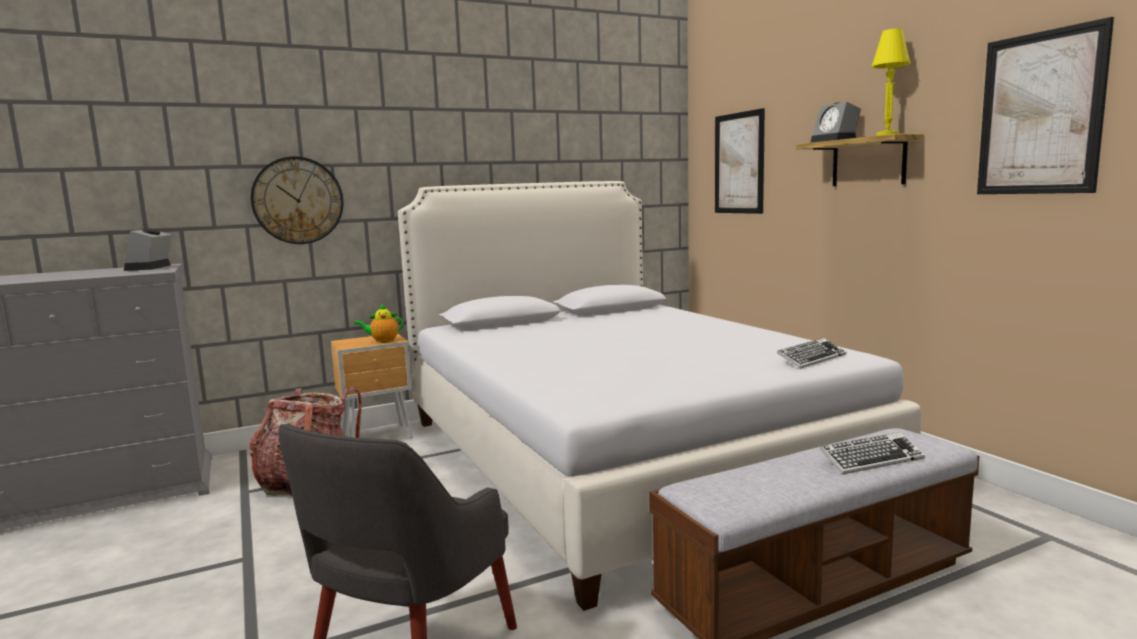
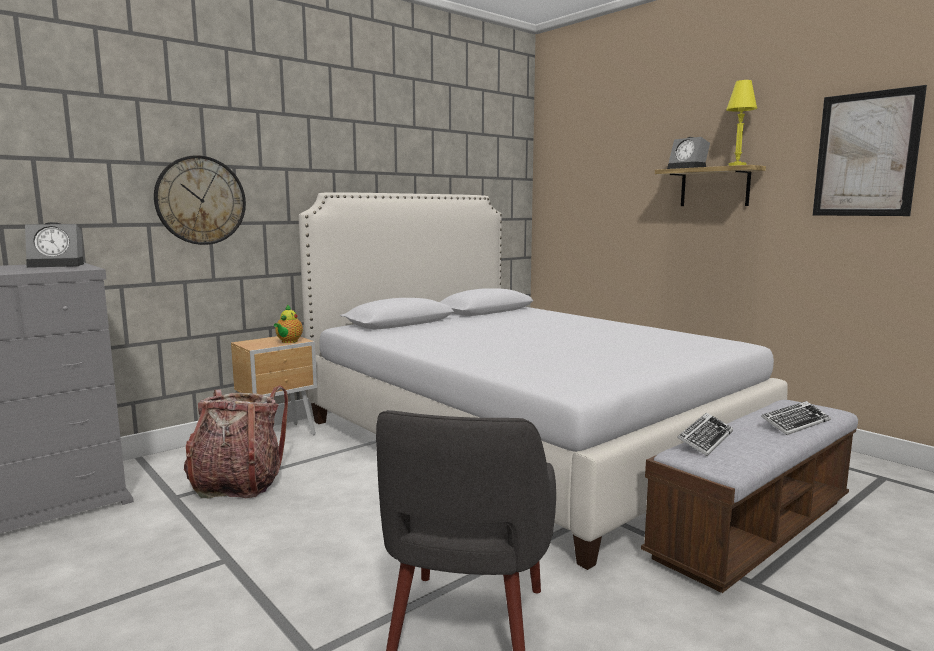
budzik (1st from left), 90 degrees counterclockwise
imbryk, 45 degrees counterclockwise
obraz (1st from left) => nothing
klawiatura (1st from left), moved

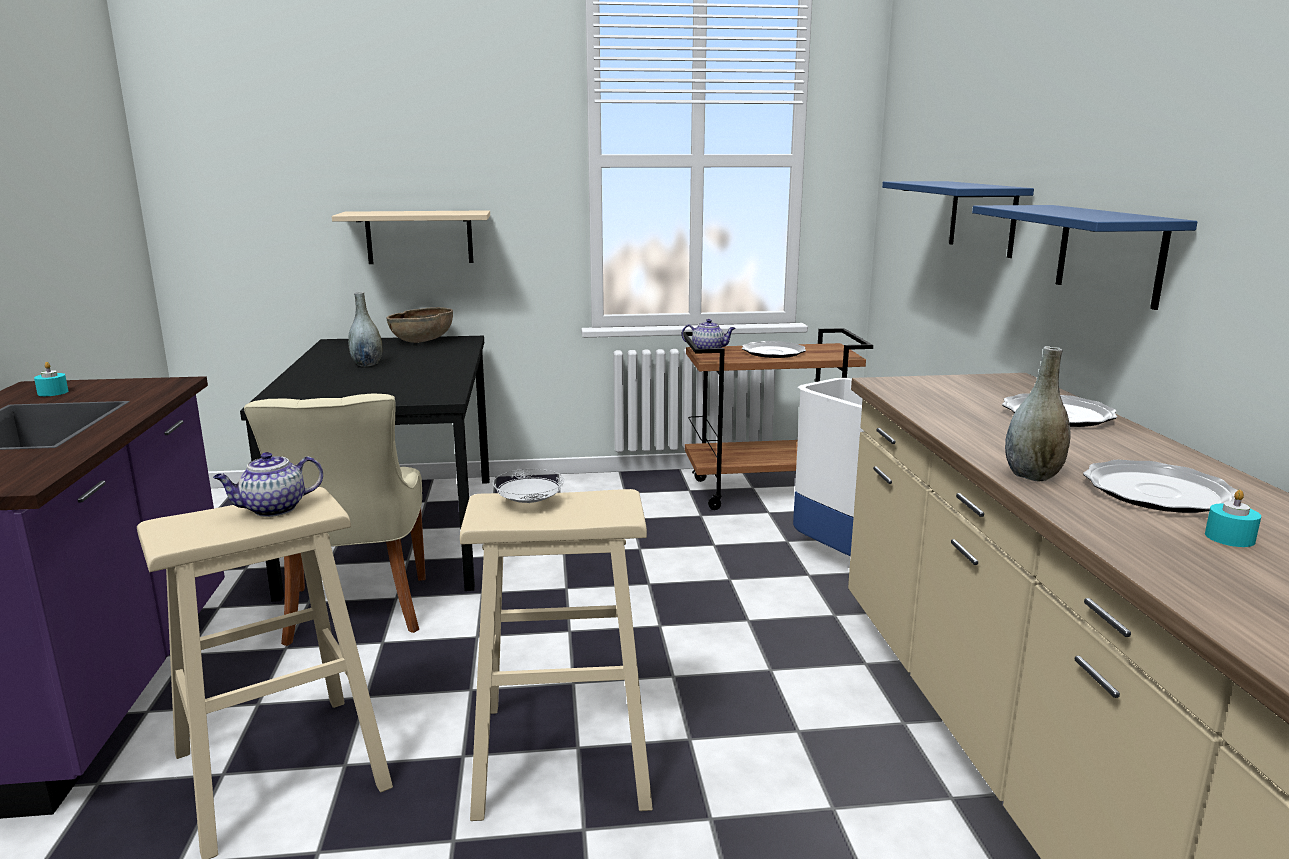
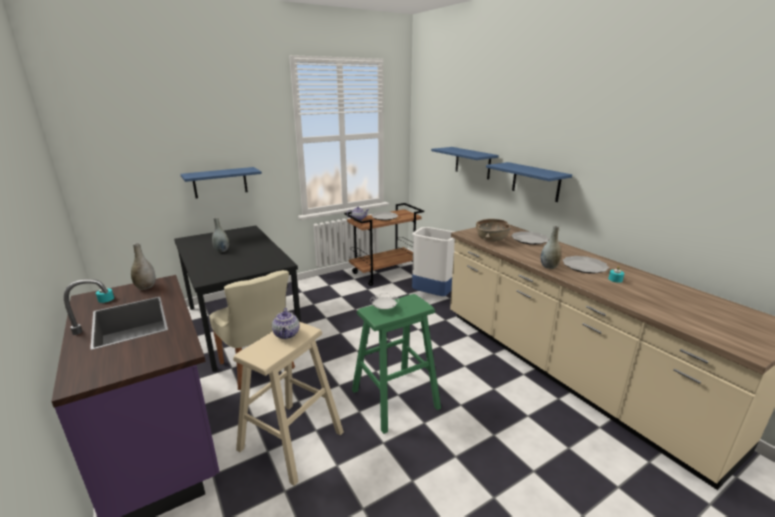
imbryk (1st from left), 45 degrees counterclockwise
półka/beżowy => półka/niebieski (1st from left)
miska/brązowy, moved
stołek/beżowy (2nd from left) => stołek/zielony
nothing => wazon/szary (1st from left)

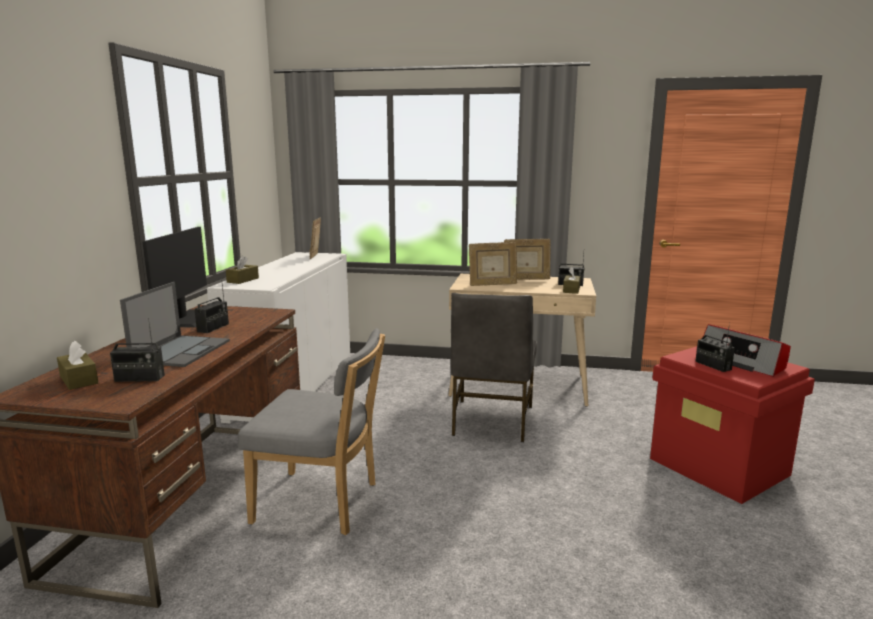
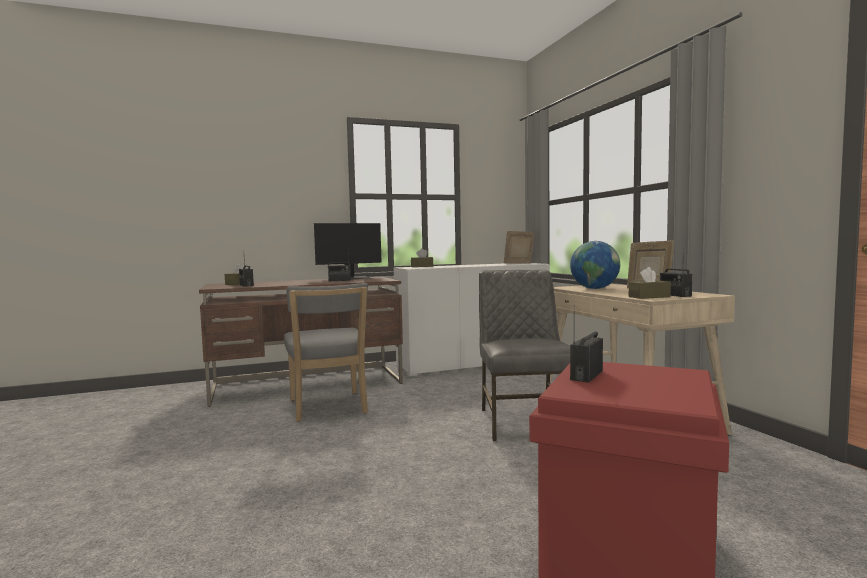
laptop => nothing
krzesło/szary (2nd from left), 105 degrees clockwise
ramka na zdjęcie (2nd from left) => globus
radio (5th from left) => nothing

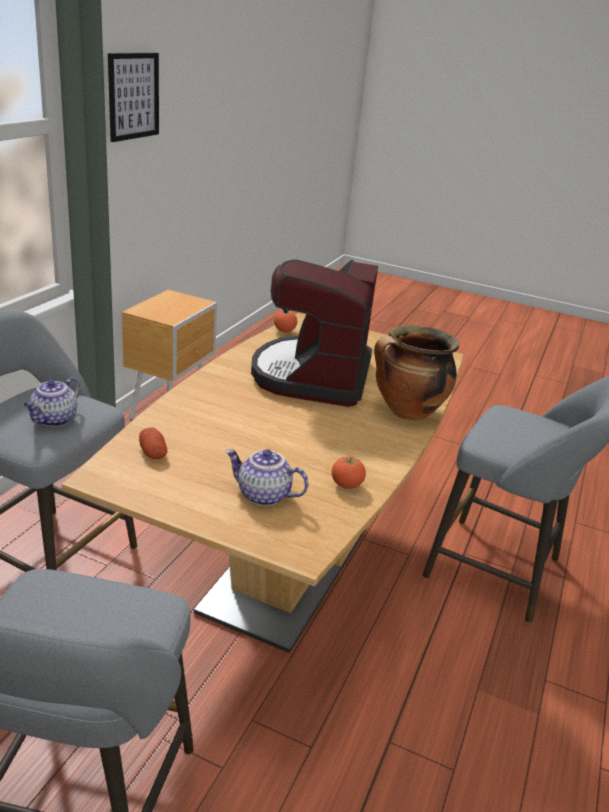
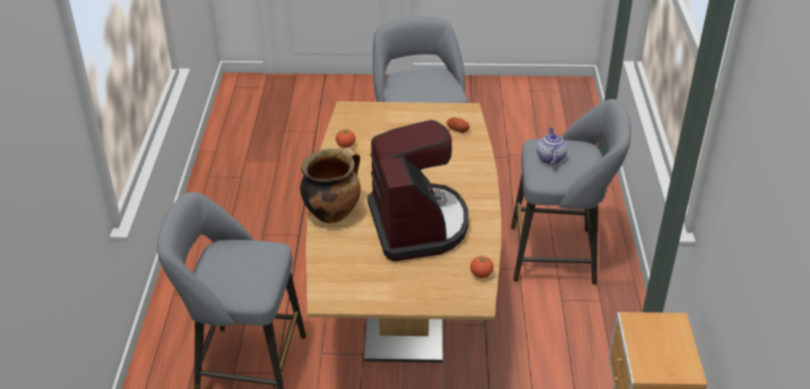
obraz => nothing
imbryk (2nd from left) => nothing

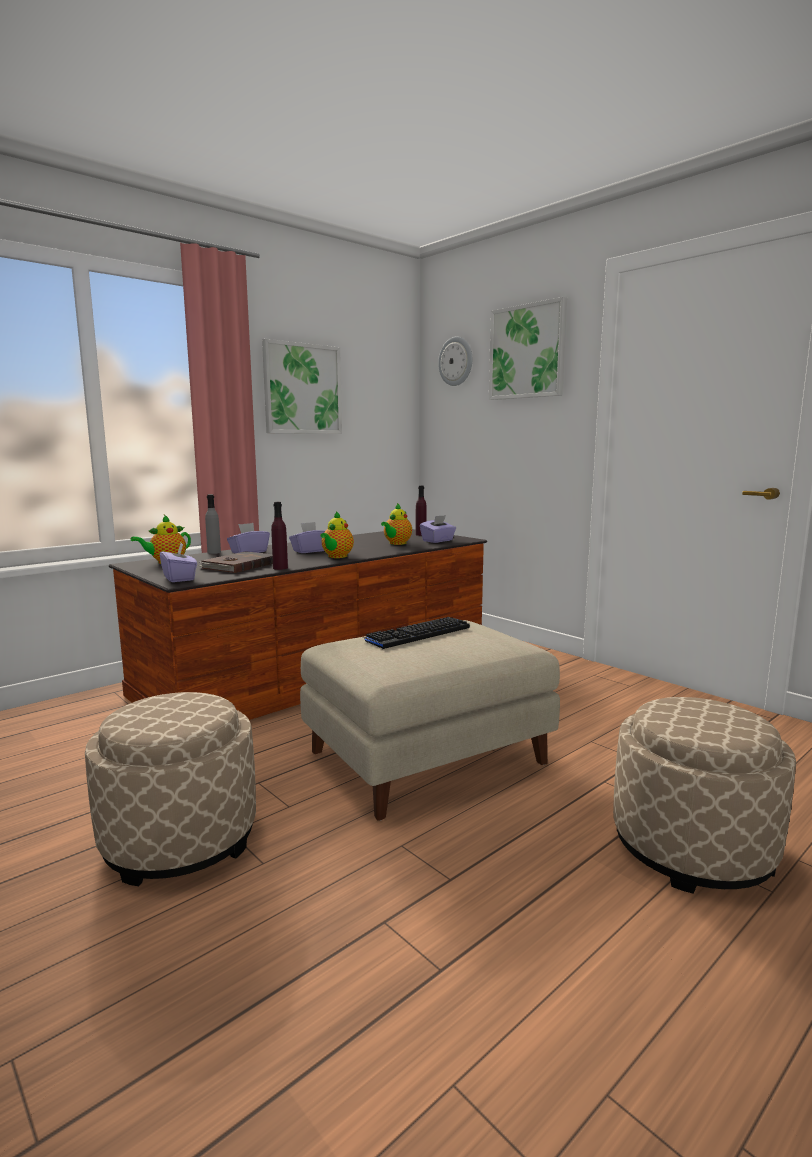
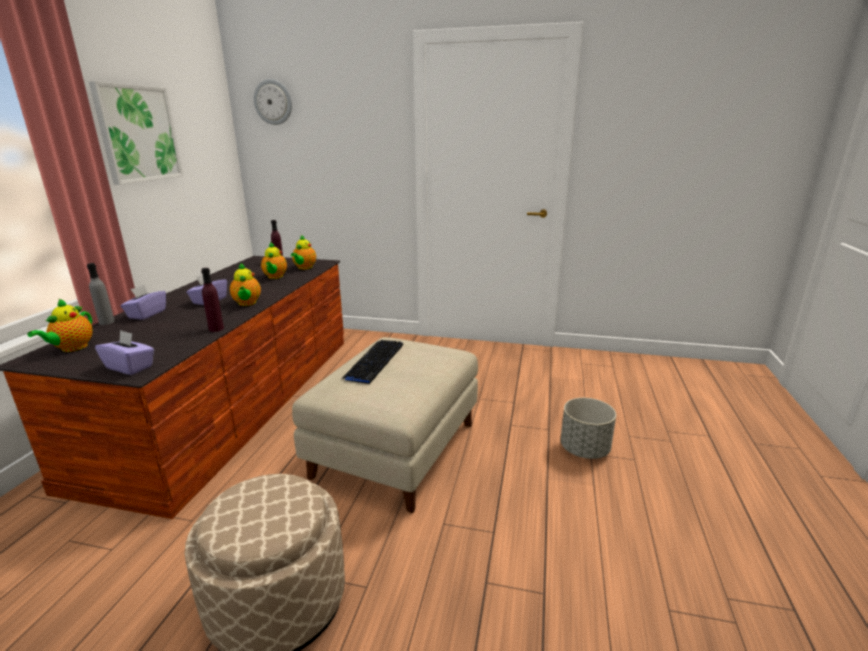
książka/brązowy => nothing
pudełko chusteczek/fioletowy (4th from left) => imbryk (4th from left)
obraz (2nd from left) => nothing
pufa/beżowy (3rd from left) => donica/szary

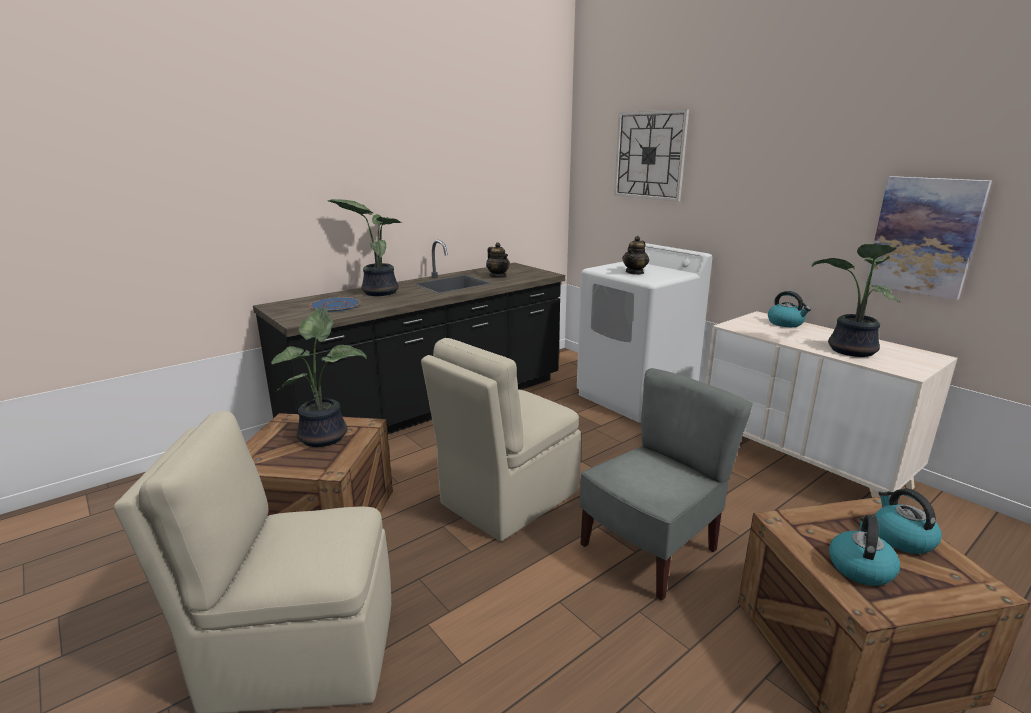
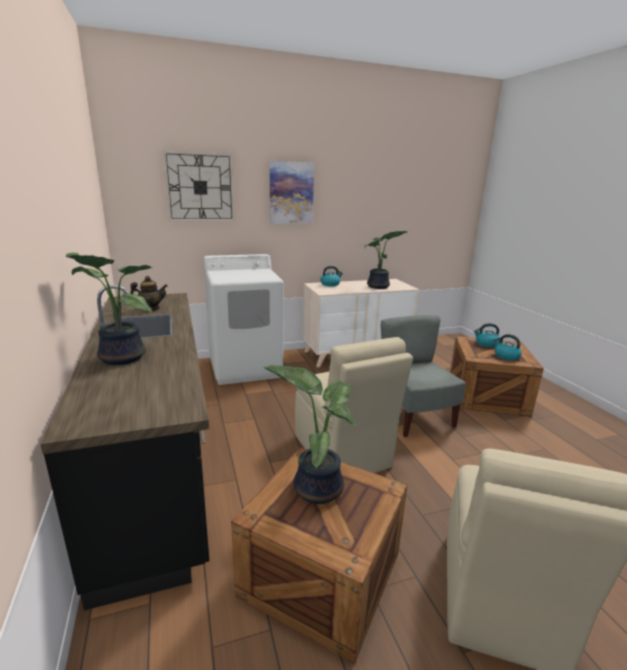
talerz/niebieski => nothing
imbryk (2nd from left) => nothing
obraz, moved

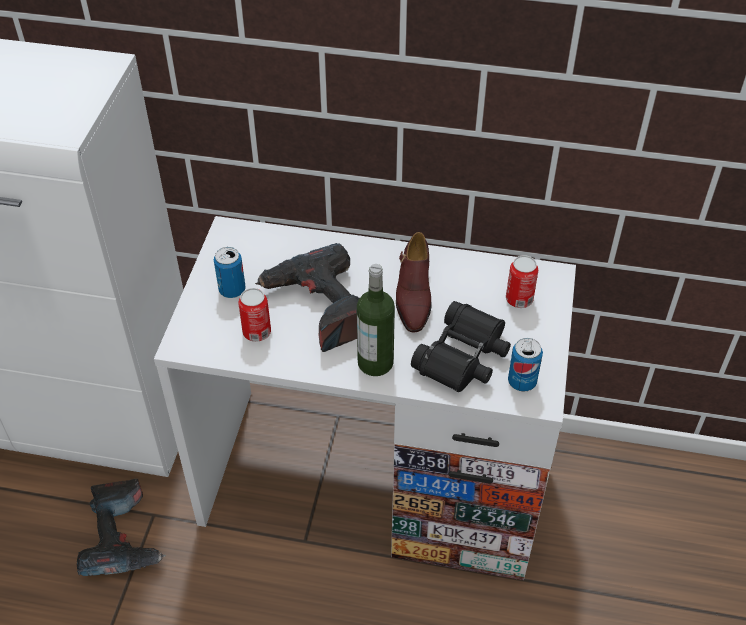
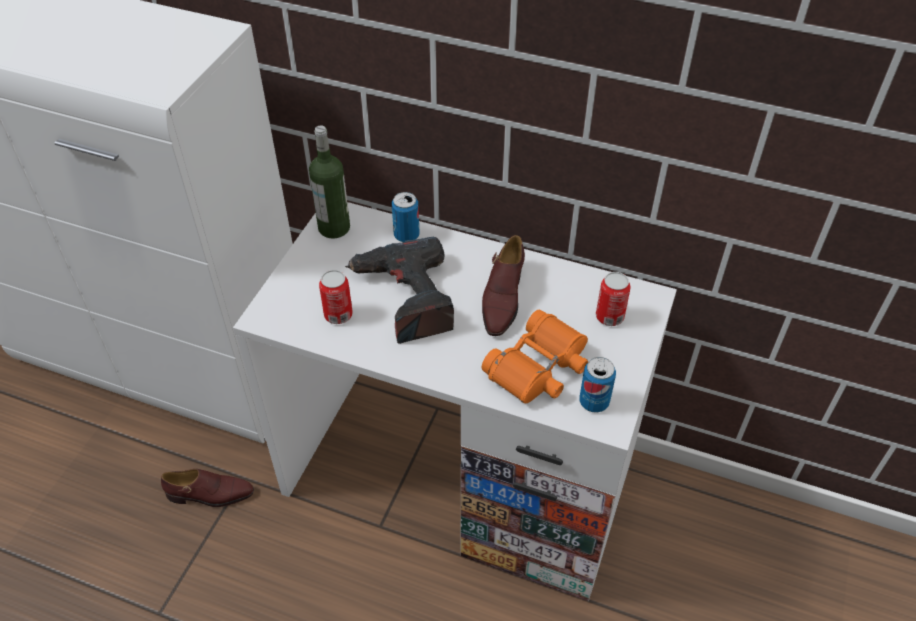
wiertarka (1st from left) => but/brązowy (1st from left)
puszka (1st from left in the first image) => puszka (2nd from left), moved
butelka, moved
lornetka/czarny => lornetka/pomarańczowy

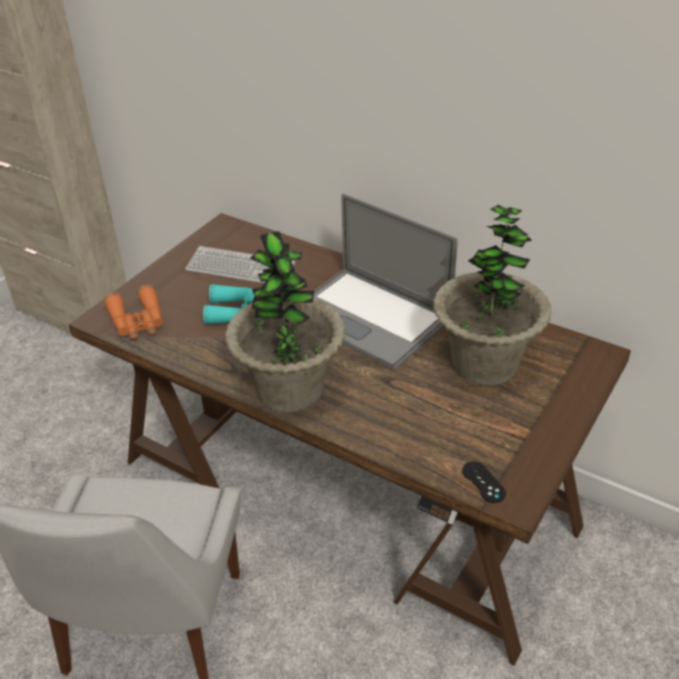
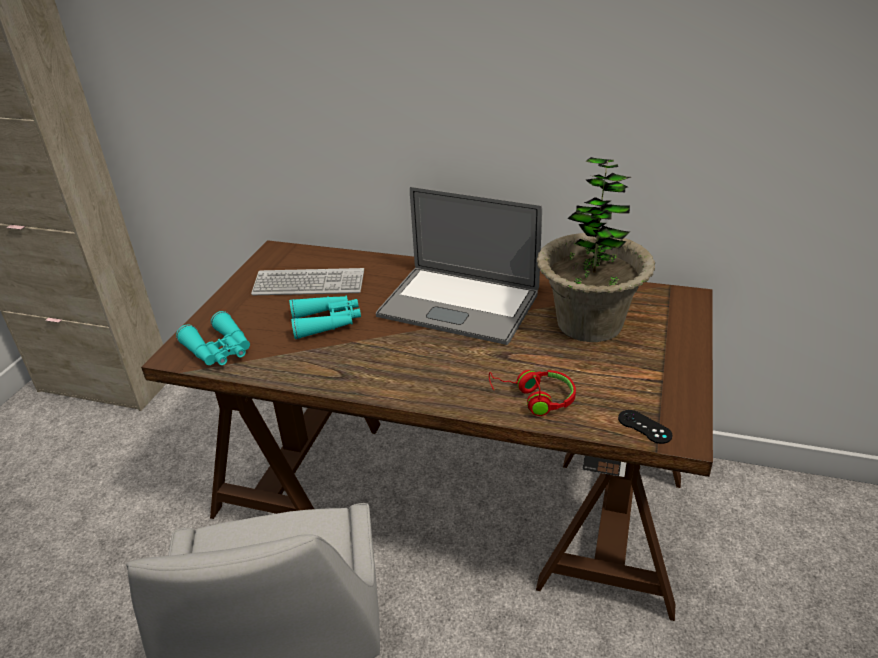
lornetka/pomarańczowy => lornetka/turkusowy (1st from left)
roślina doniczkowa (1st from left) => nothing
nothing => słuchawki/czerwony

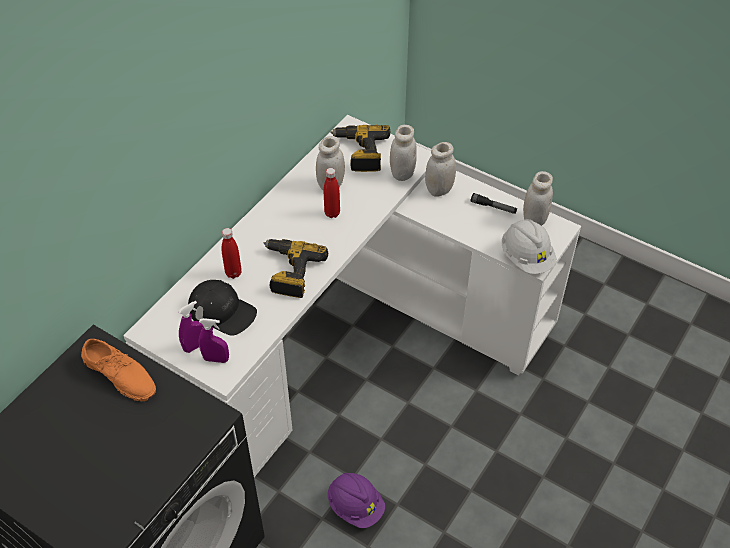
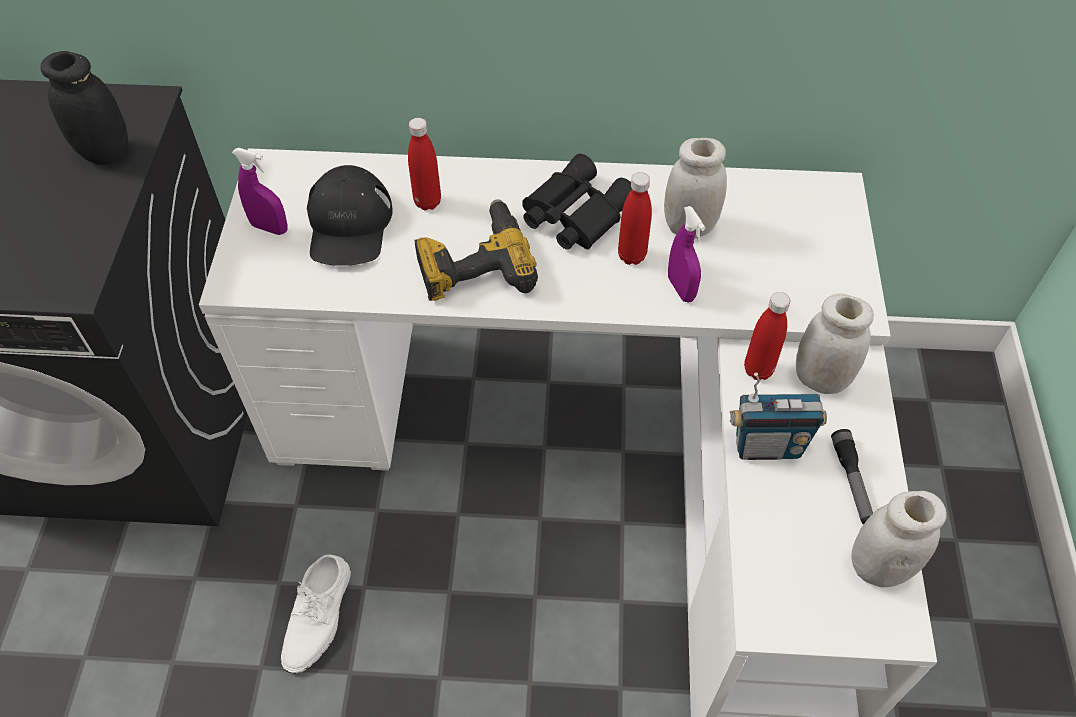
but/pomarańczowy => słoik/czarny
spryskiwacz/fioletowy (2nd from left), moved
kask/fioletowy => but/biały
wiertarka (2nd from left) => nothing
słoik/biały (2nd from left) => nothing
kask/biały => nothing
nothing => lornetka/czarny
nothing => radio
nothing => butelka/czerwony (3rd from left)

